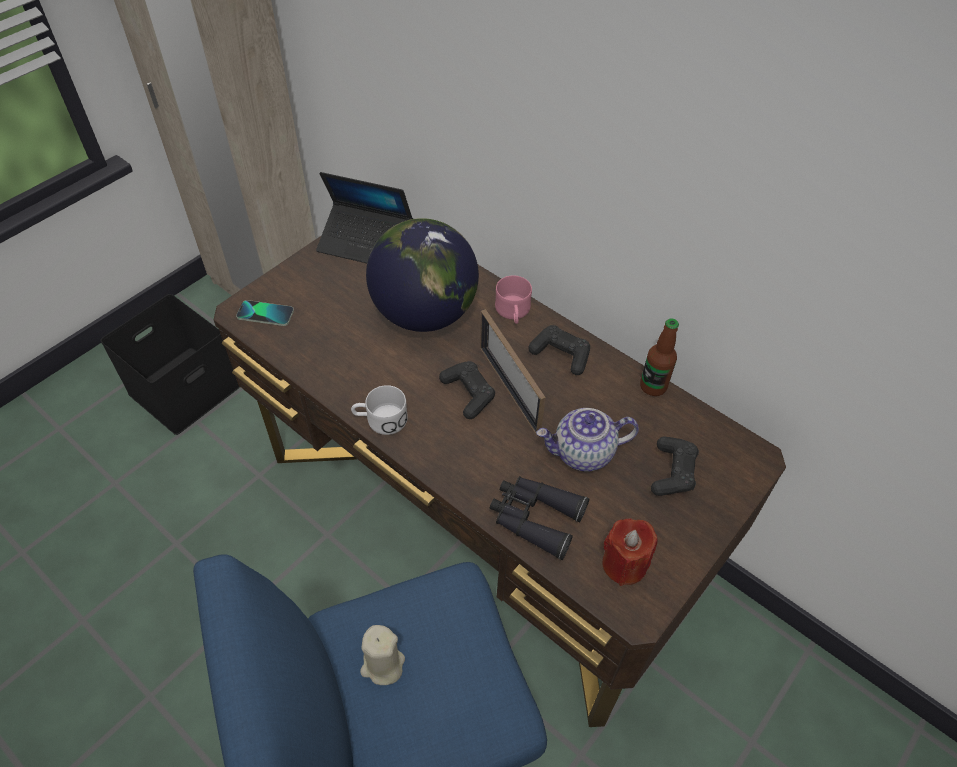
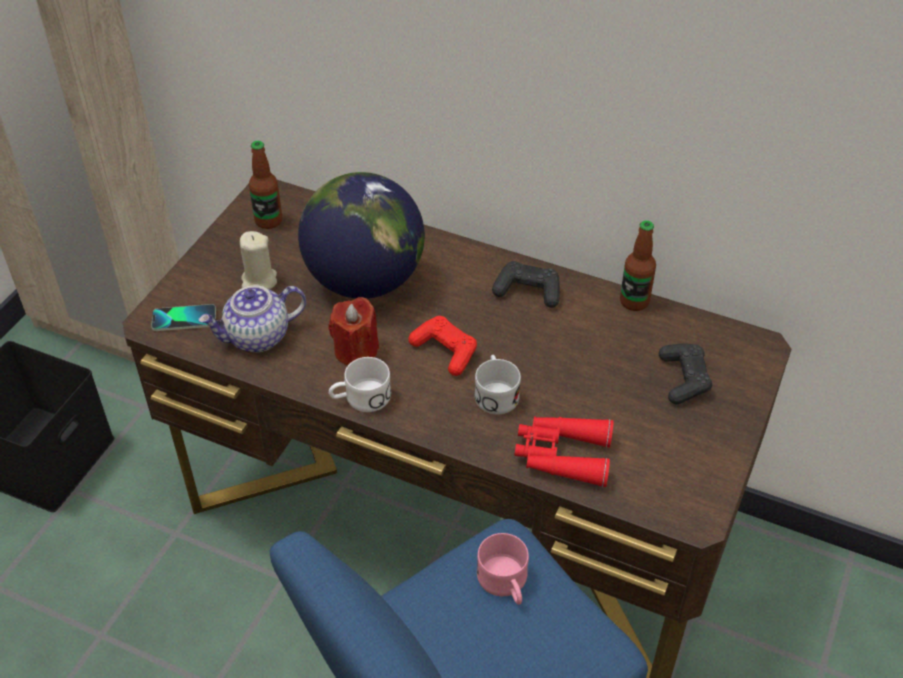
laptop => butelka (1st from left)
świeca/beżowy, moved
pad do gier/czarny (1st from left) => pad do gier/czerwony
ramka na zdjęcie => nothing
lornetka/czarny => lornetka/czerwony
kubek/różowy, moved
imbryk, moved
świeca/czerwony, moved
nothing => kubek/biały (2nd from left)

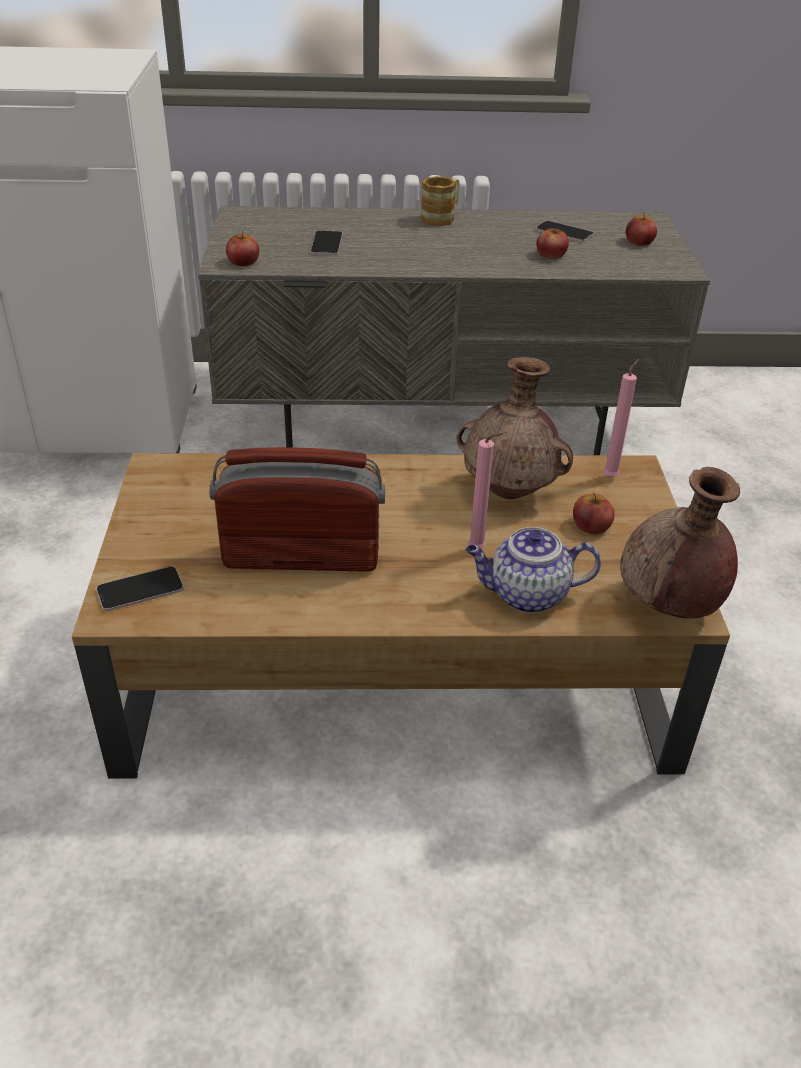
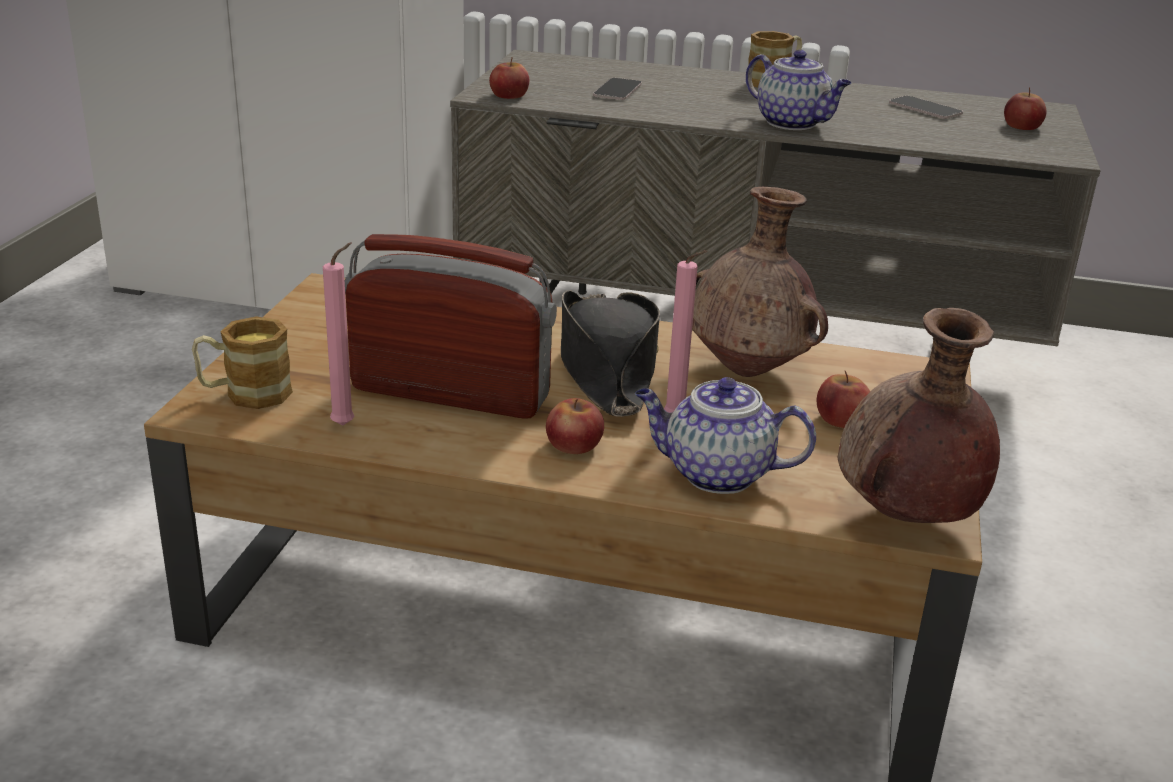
telefon (1st from left) => kubek (1st from left)
jabłko (2nd from left), moved
świeca/różowy (2nd from left in the first image) => świeca/różowy (1st from left), moved
nothing => kapelusz/czarny
nothing => imbryk (2nd from left)

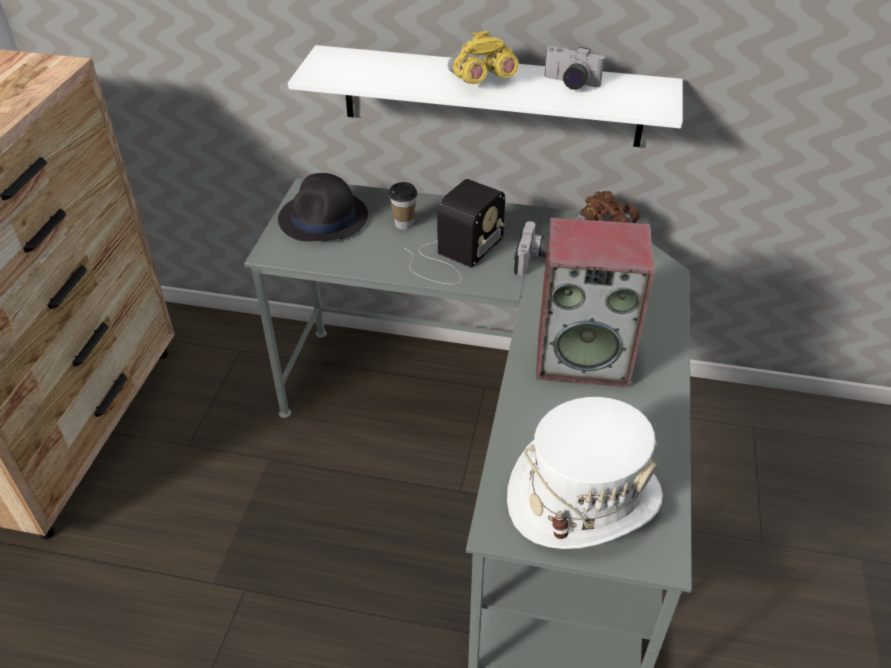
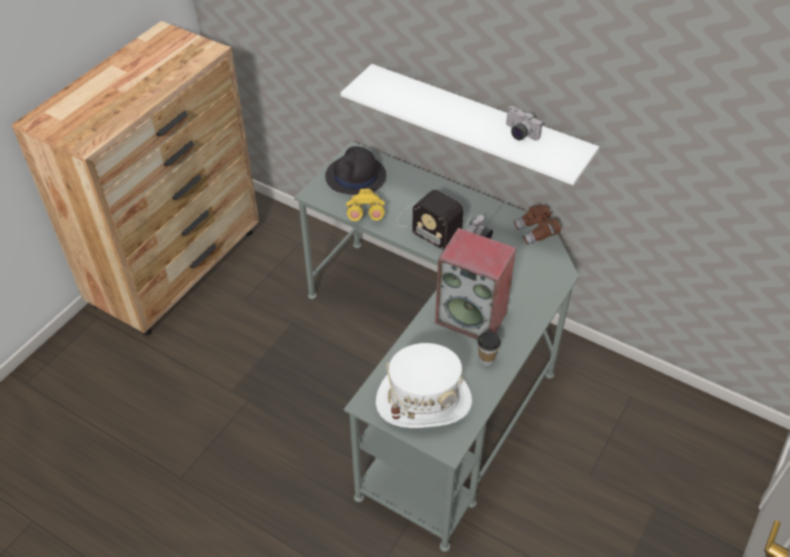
filiżanka, moved
radio, 75 degrees clockwise
lornetka/żółty, moved

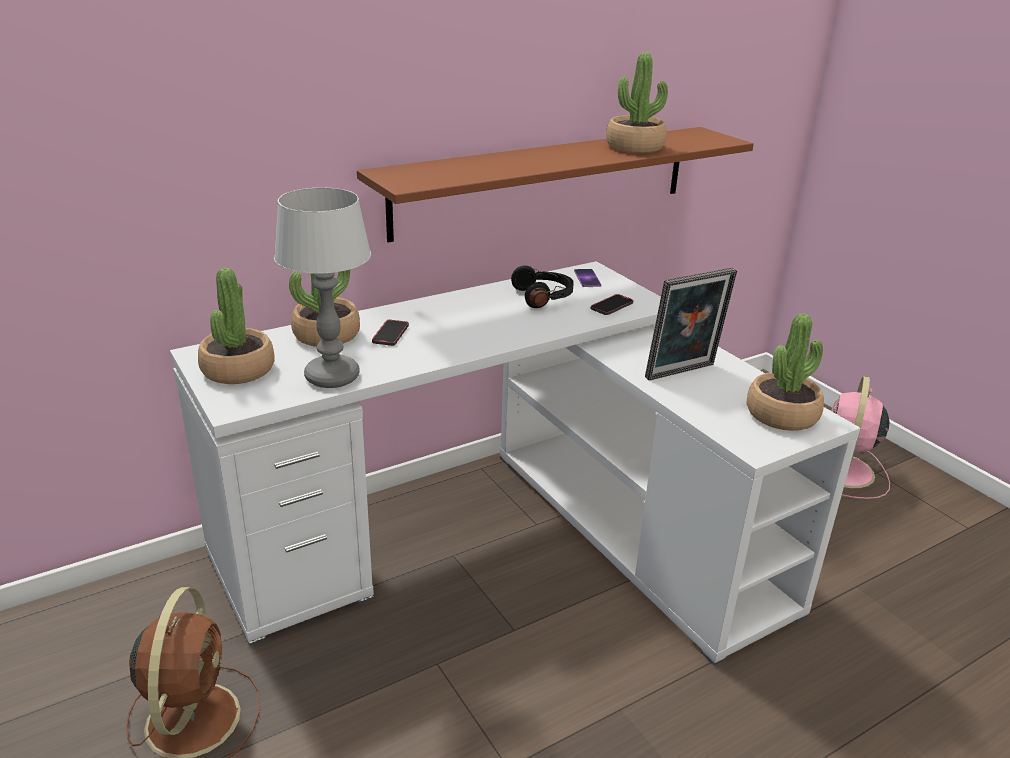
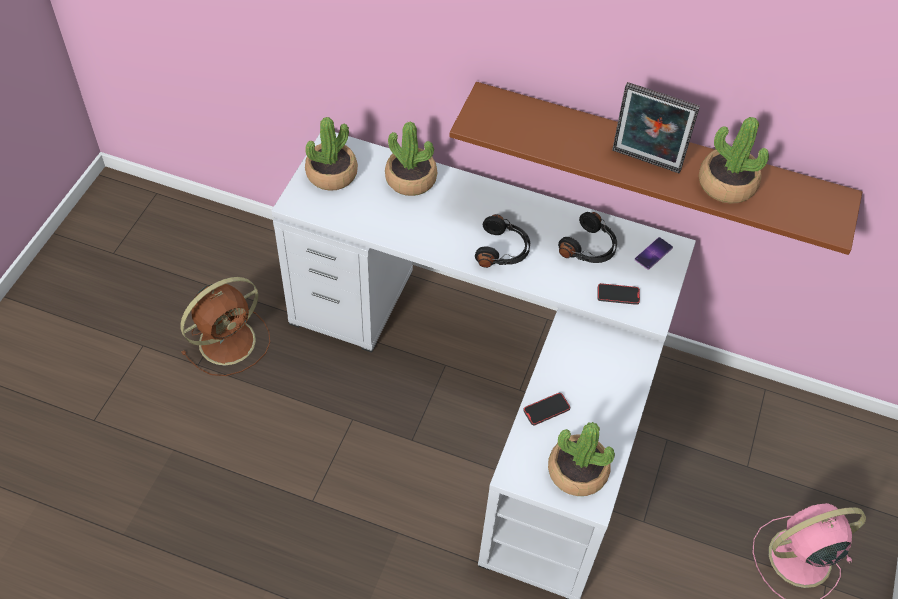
lampa stołowa => nothing
telefon (1st from left), moved
ramka na zdjęcie, moved
nothing => słuchawki/czarny (1st from left)

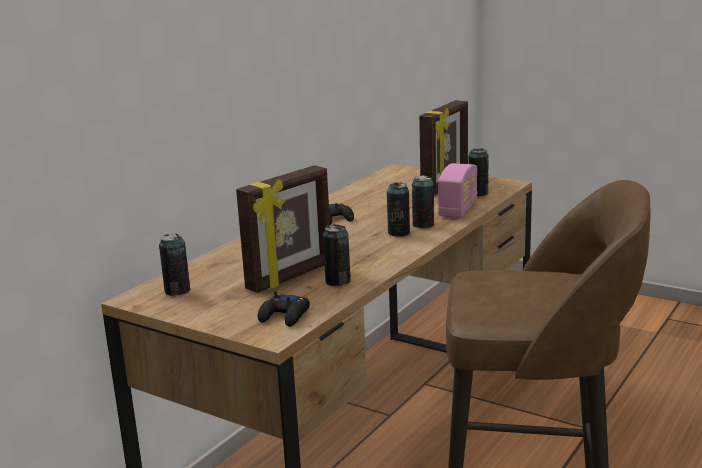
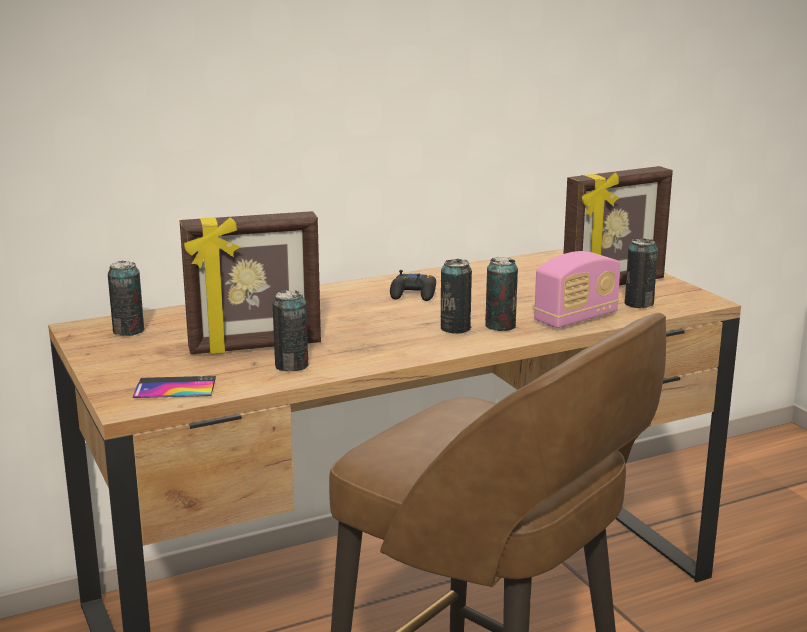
pad do gier/czarny (1st from left) => telefon

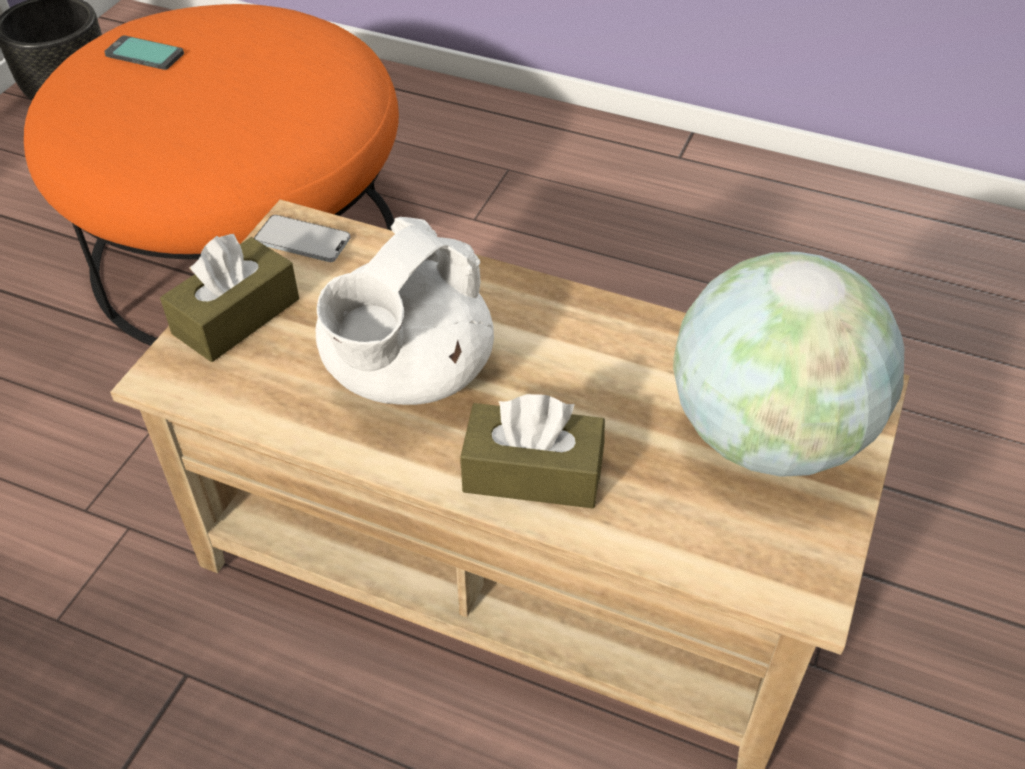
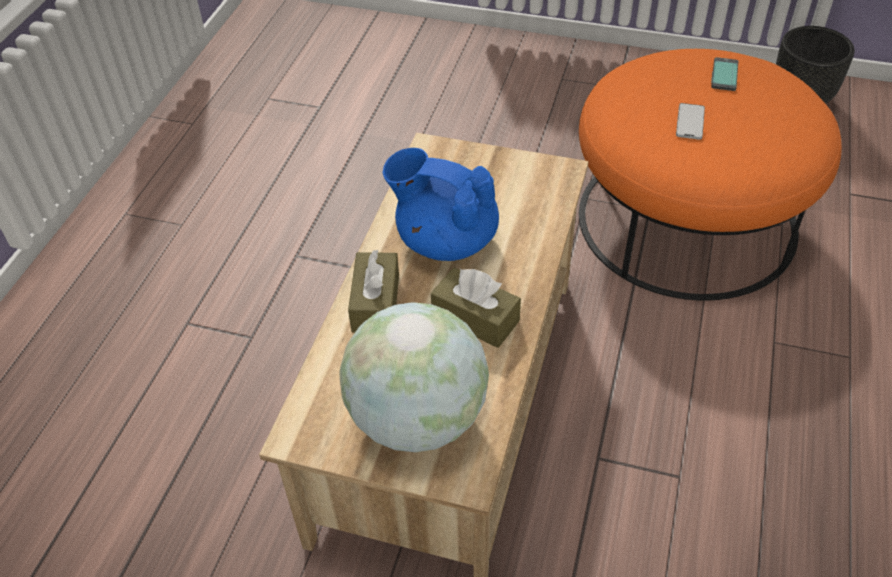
pudełko chusteczek/brązowy (1st from left in the first image) => pudełko chusteczek/brązowy (2nd from left), moved
telefon (2nd from left in the first image) => telefon (1st from left), moved
imbryk/biały => imbryk/niebieski

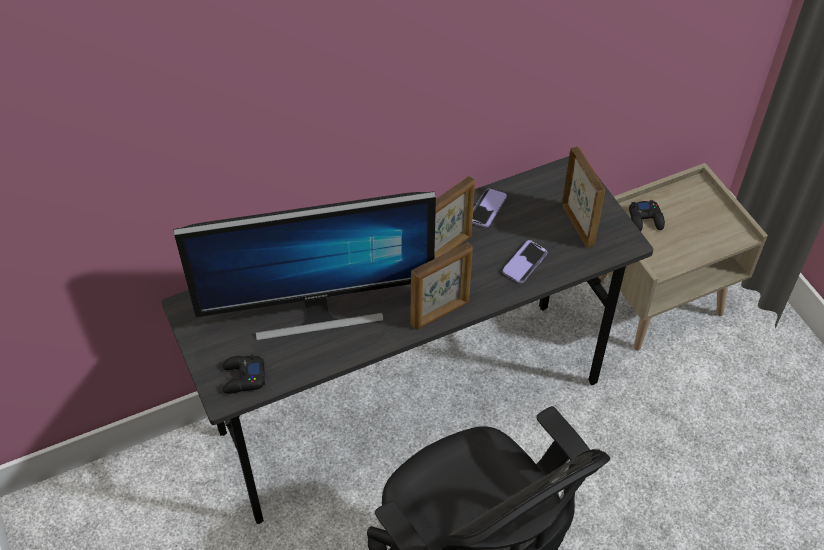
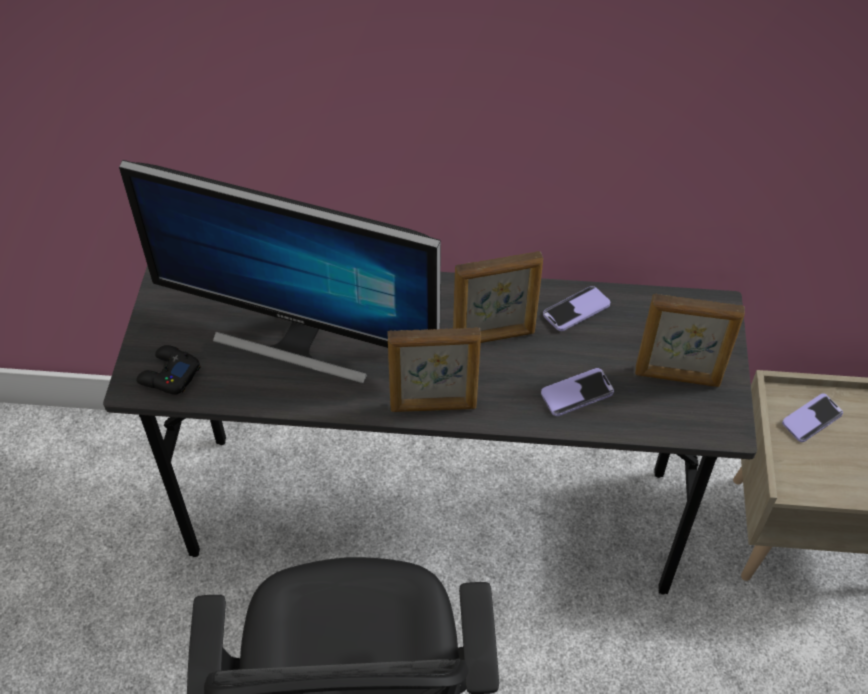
ramka na zdjęcie (3rd from left), 90 degrees clockwise
pad do gier/czarny (2nd from left) => telefon (3rd from left)

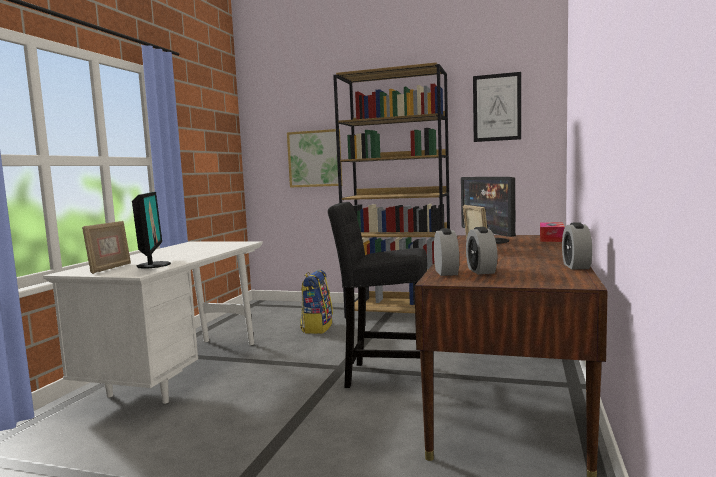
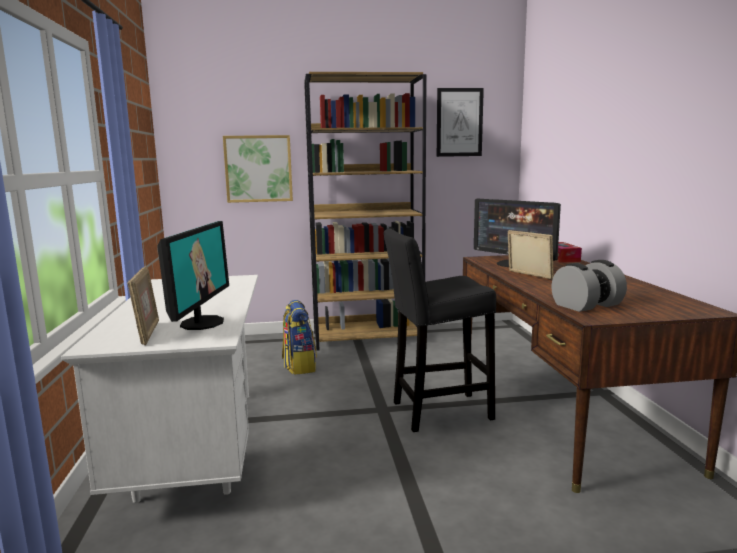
monitor (1st from left), 45 degrees clockwise
budzik (3rd from left) => nothing

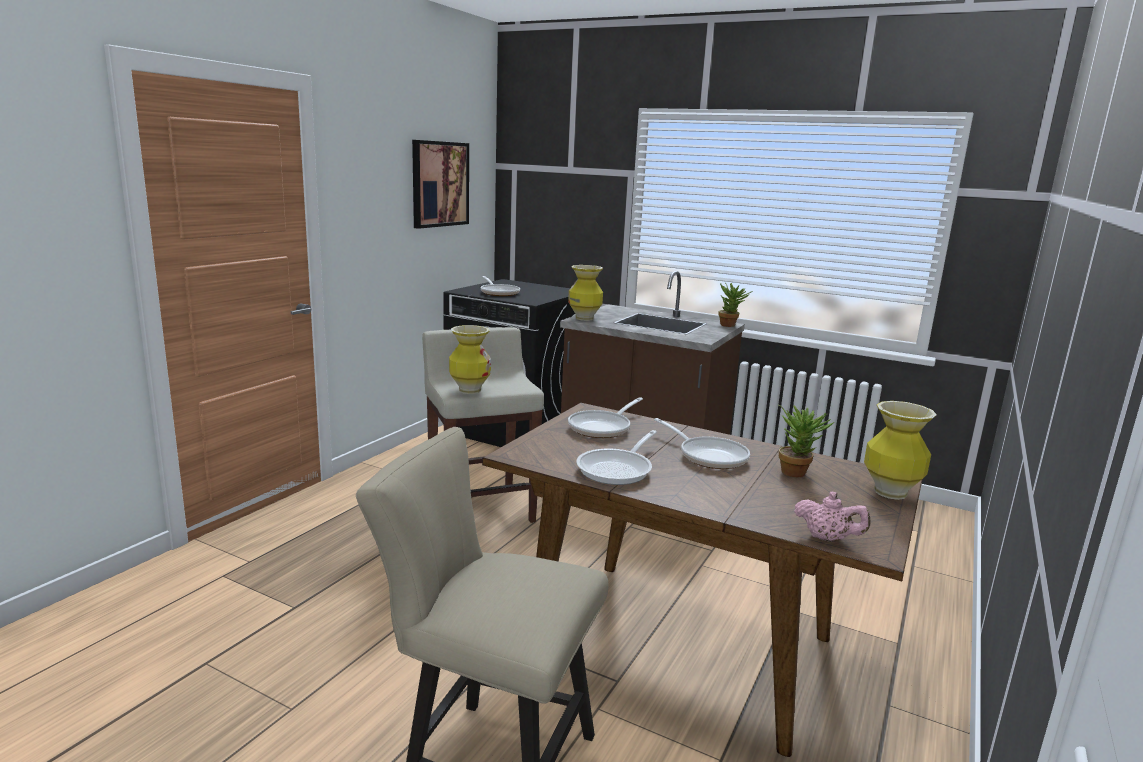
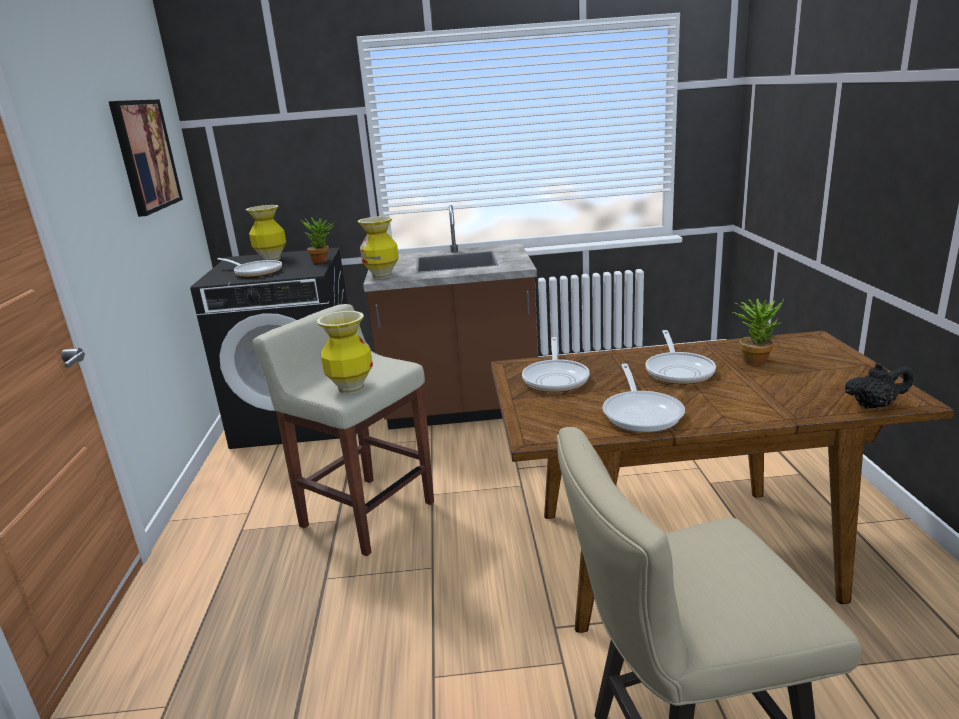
patelnia (4th from left), 75 degrees clockwise
roślina doniczkowa (1st from left), moved
imbryk/różowy => imbryk/czarny
wazon (3rd from left in the first image) => wazon (1st from left), moved

